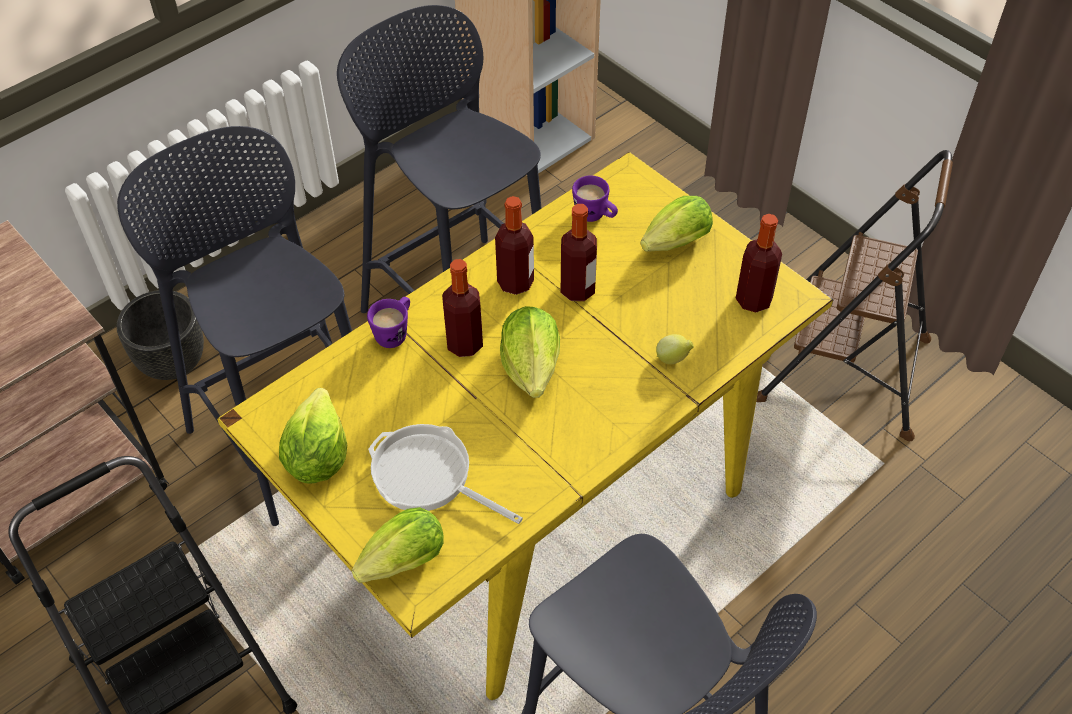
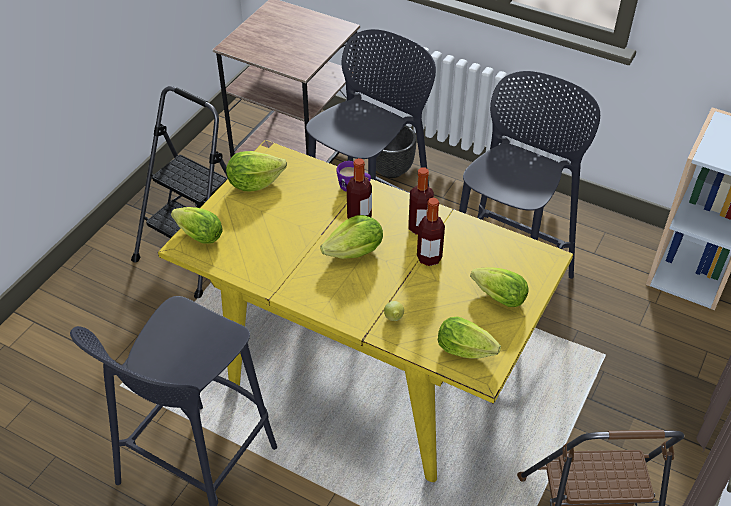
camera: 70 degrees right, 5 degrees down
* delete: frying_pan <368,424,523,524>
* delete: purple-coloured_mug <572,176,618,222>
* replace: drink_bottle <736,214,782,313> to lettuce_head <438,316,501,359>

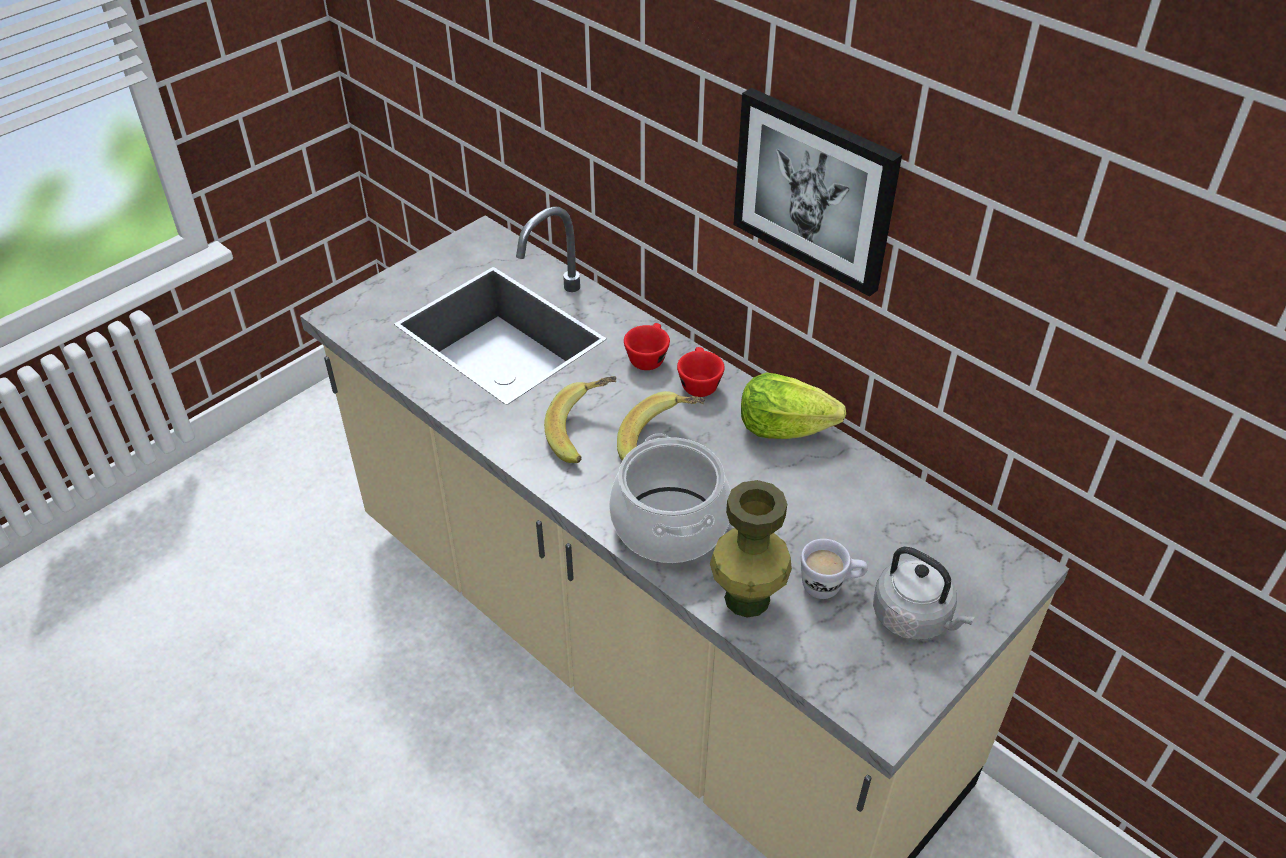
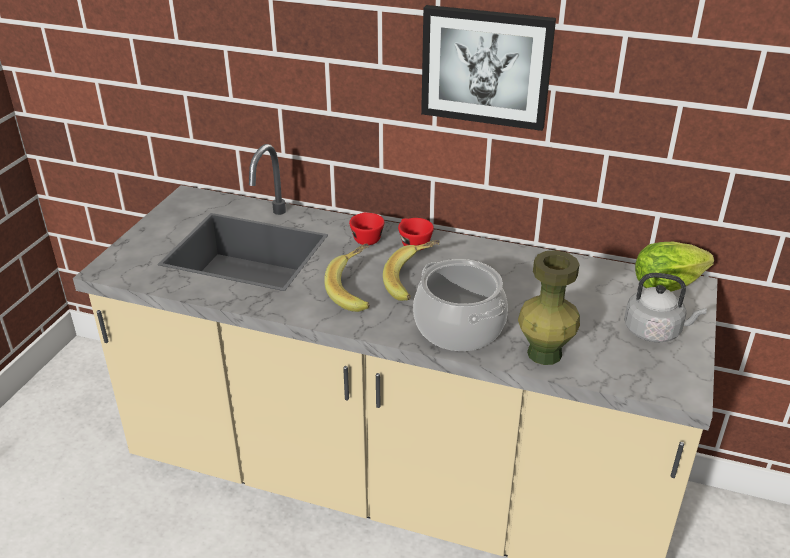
camera: 25 degrees left, 10 degrees down
* delete: whitish_mug <801,539,868,599>
* move: lettuce_head <741,373,846,439> to <635,242,714,292>

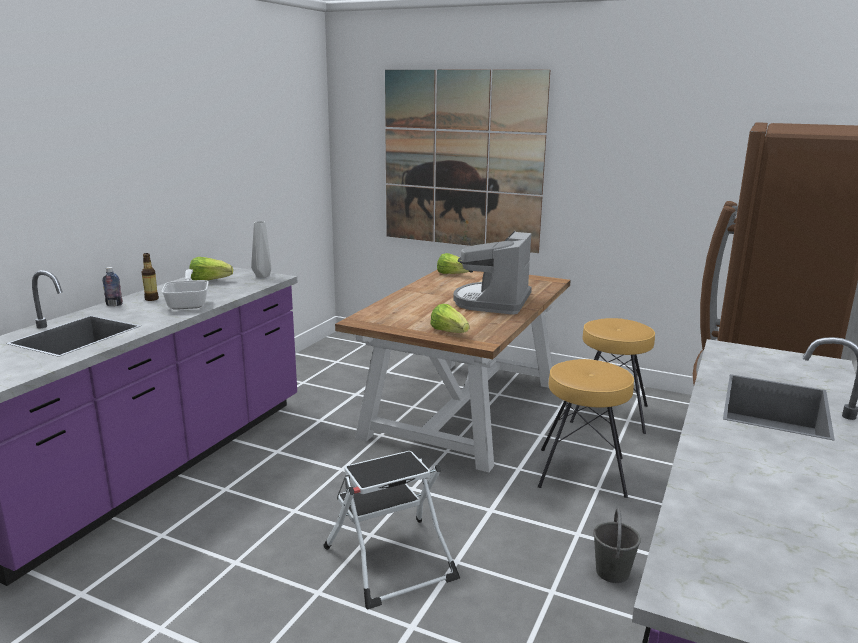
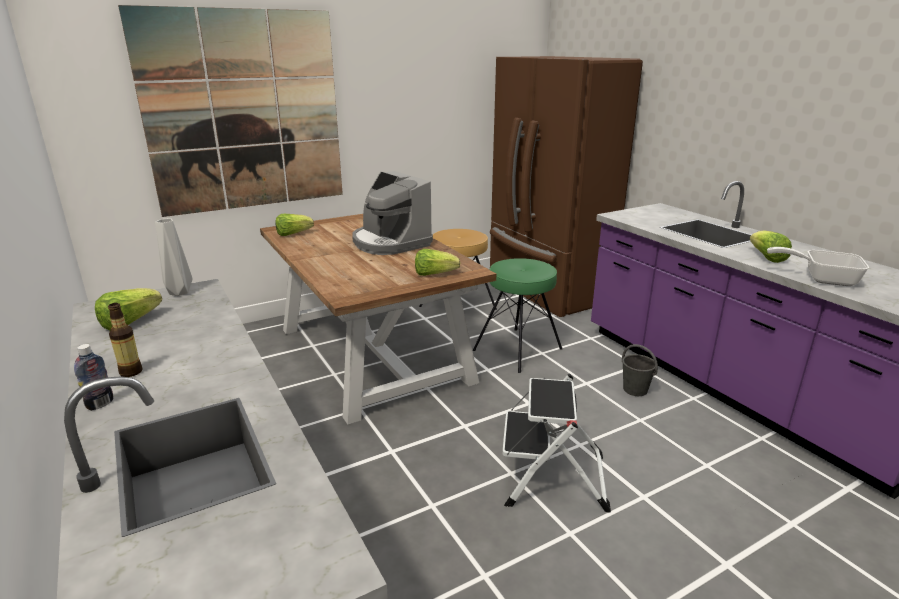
camera: 55 degrees left, 5 degrees up
* insert: lettuce_head <750,230,792,263>
* move: frying_pan <162,269,209,310> to <767,247,869,286>
* recolor: brown_stool <538,359,634,498> to green_stool <473,258,562,373>

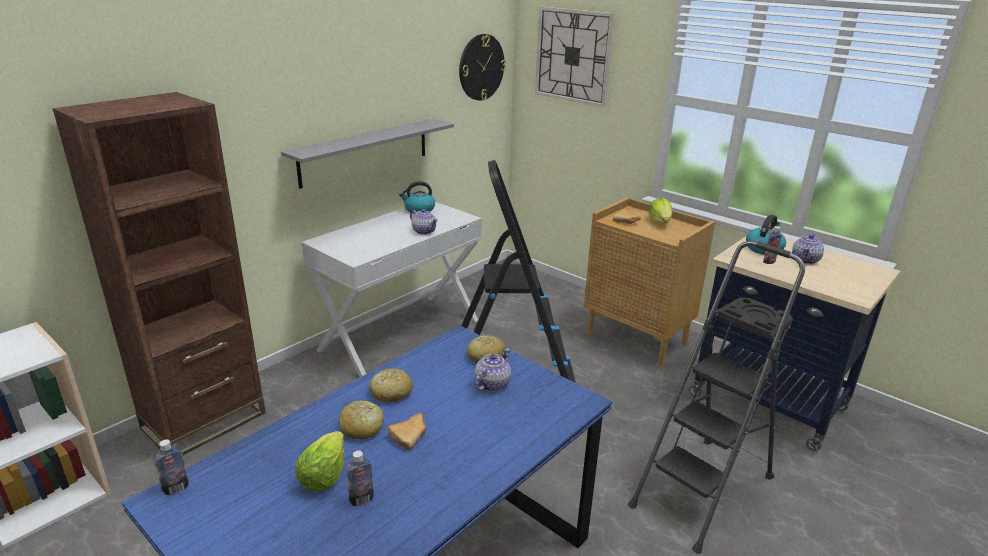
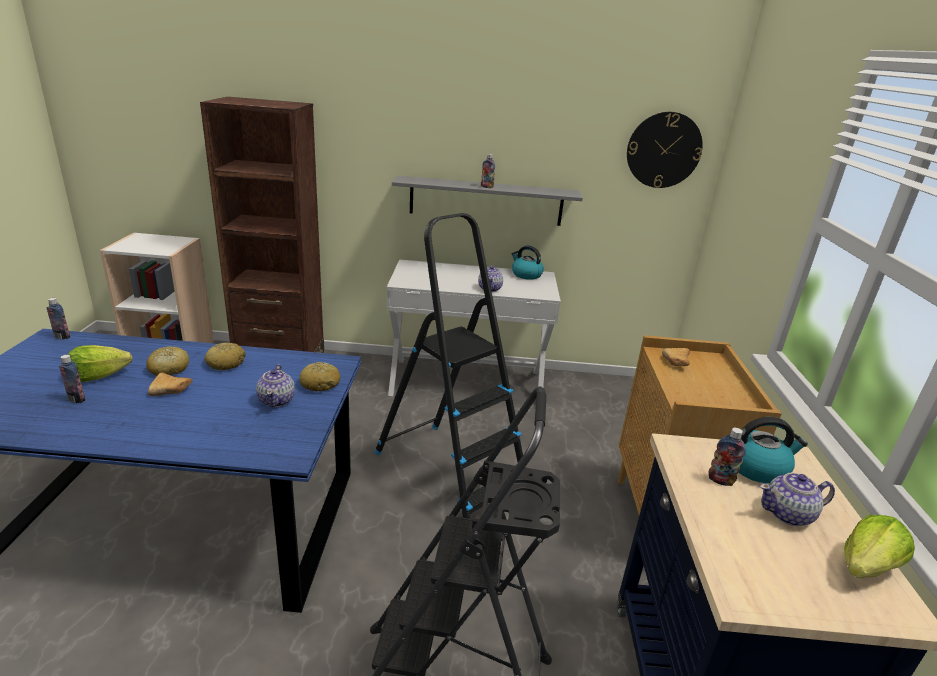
camera: 50 degrees right, 0 degrees up
* delete: hanging_clock <535,7,615,107>
* insert: drink_bottle <481,154,495,188>
* move: lettuce_head <649,197,672,223> to <844,515,915,578>
* rotate: tea_pot <474,348,511,391> = <256,365,295,407> 90 degrees clockwise

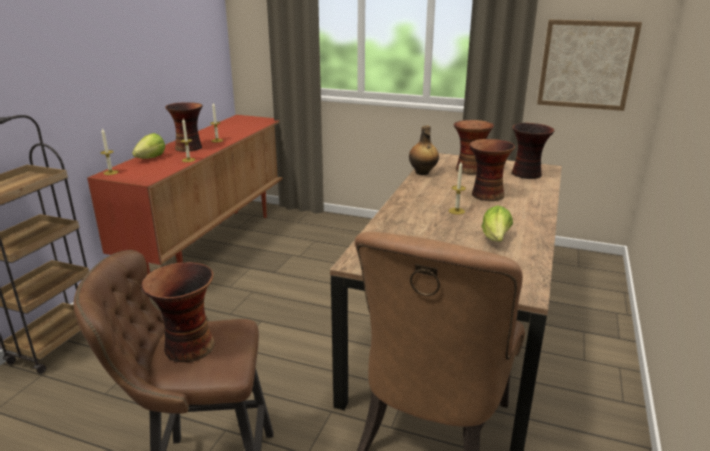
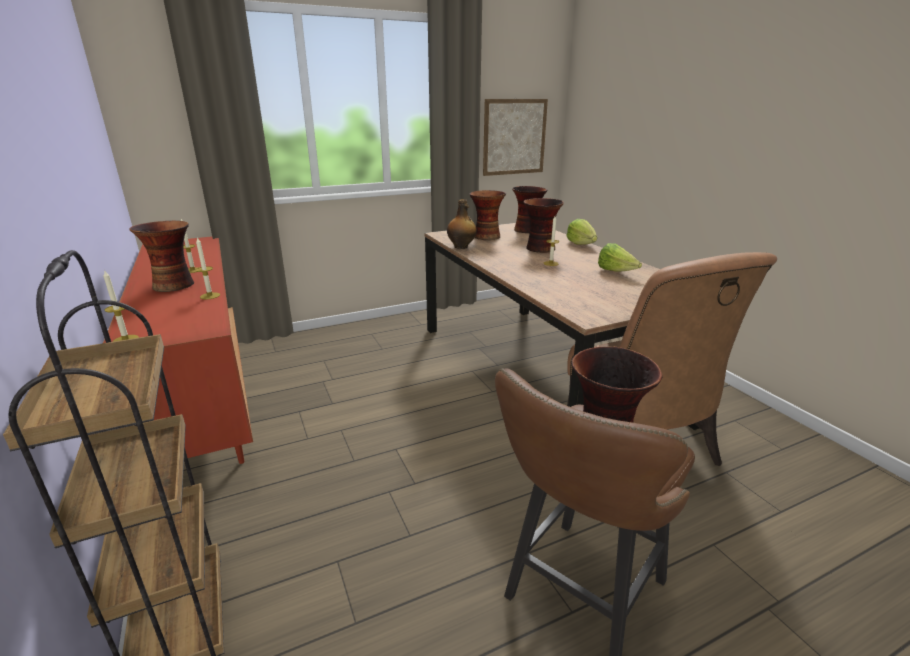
camera: 45 degrees left, 0 degrees up
* move: lettuce_head <132,133,165,159> to <566,219,597,245>

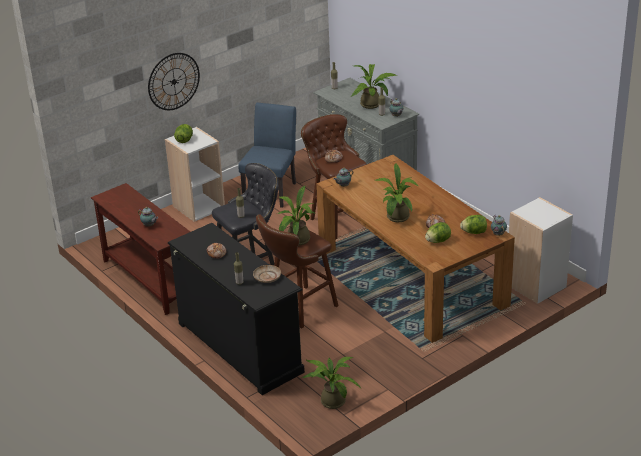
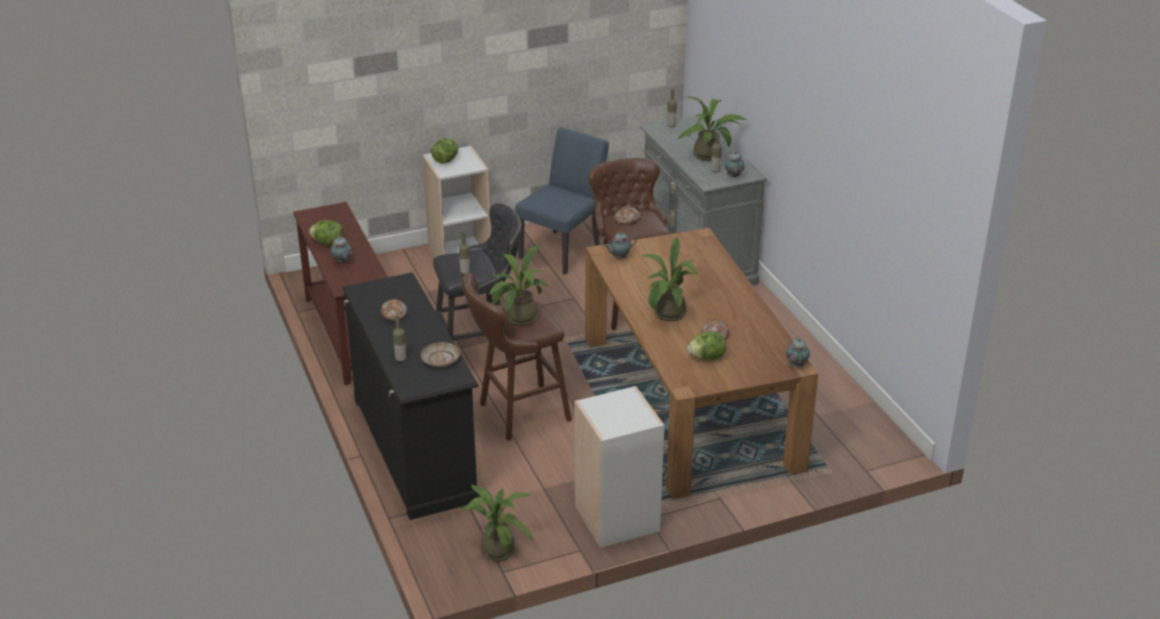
camera: 15 degrees right, 0 degrees up
* delete: hanging_clock <148,53,200,110>
* move: lettuce_head <460,215,487,234> to <309,220,343,245>
* move: bookshelf <509,197,573,304> to <575,386,664,548>

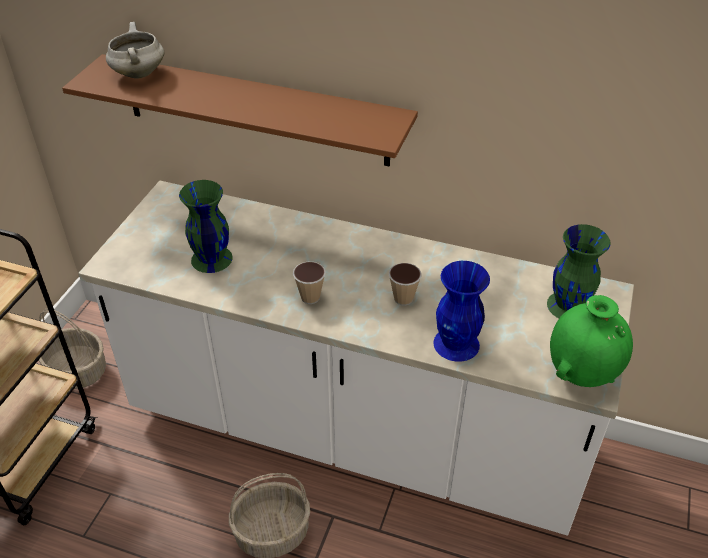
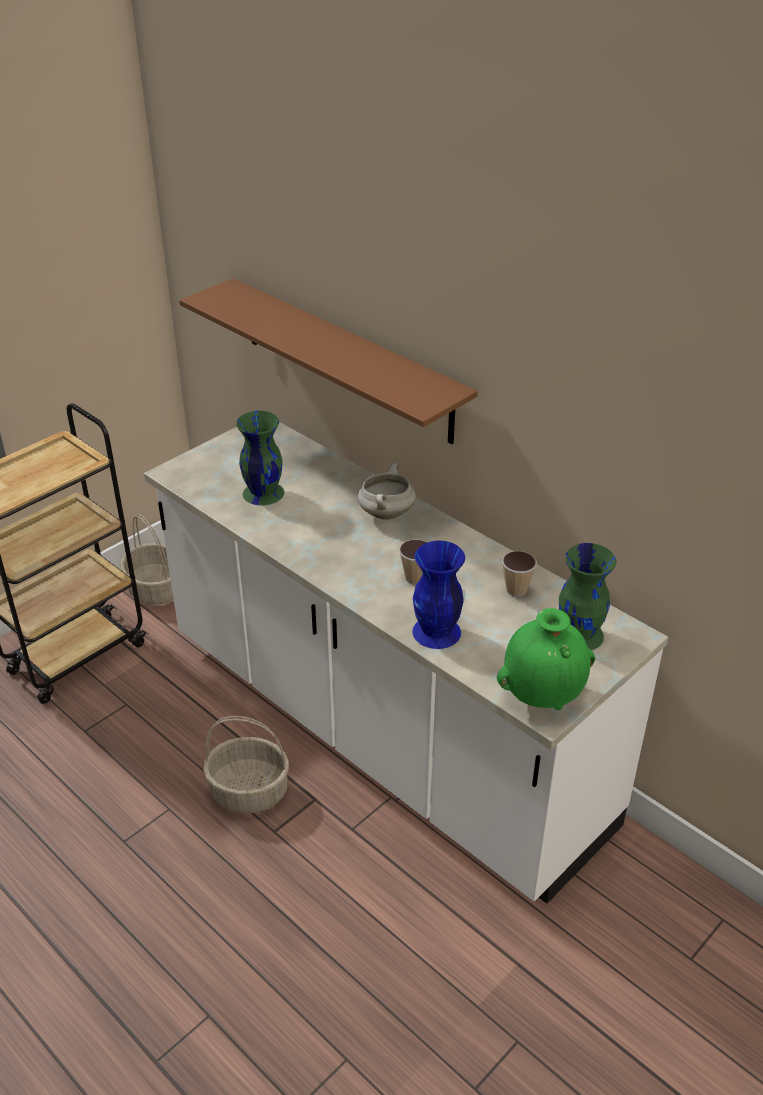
camera: 25 degrees right, 5 degrees down
* move: whitish_stockpot <106,22,164,79> to <358,462,416,520>
* move: small_cup <293,262,326,304> to <502,551,537,597>

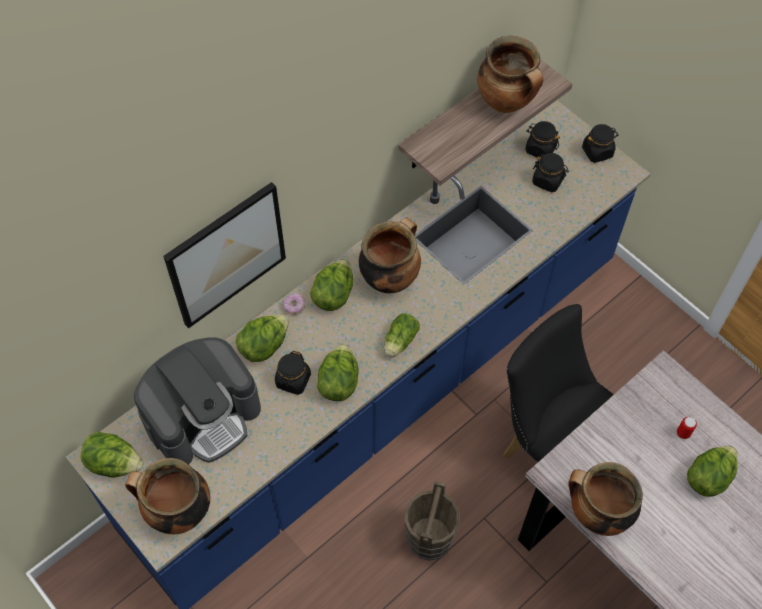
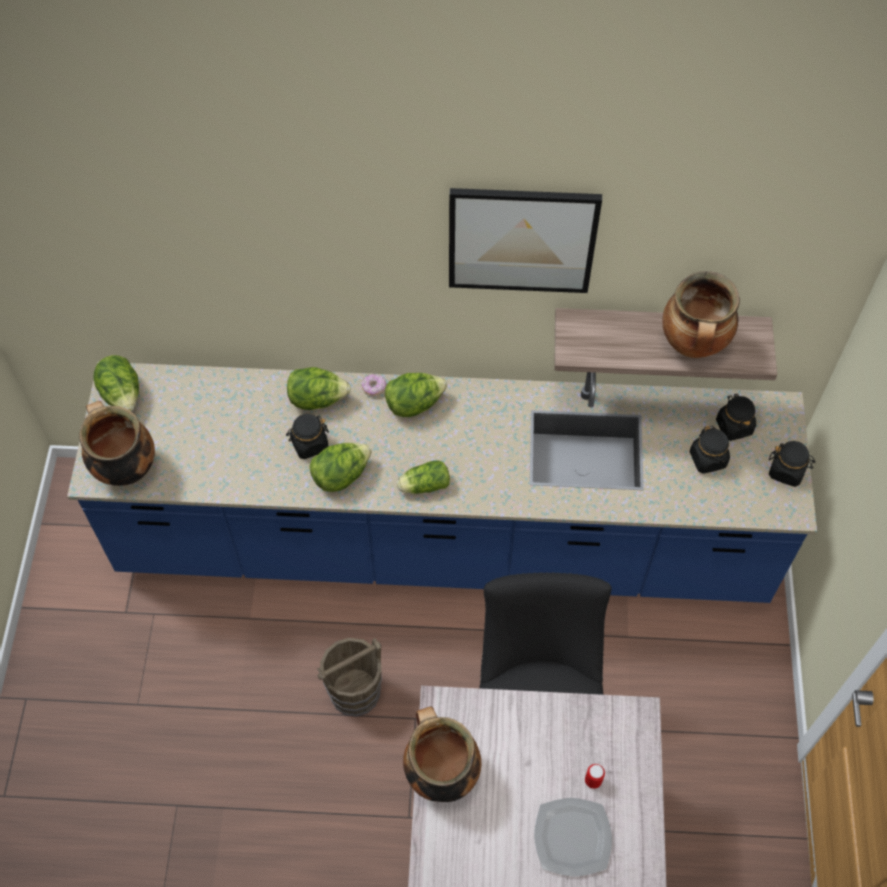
camera: 45 degrees right, 0 degrees up
* delete: coffee_machine <134,337,261,465>
* delete: stockpot <358,217,421,293>
* move: wall_picture <163,182,286,328> to <449,188,602,293>
* replace: lettuce_head <687,446,738,497> to plate <534,798,612,877>

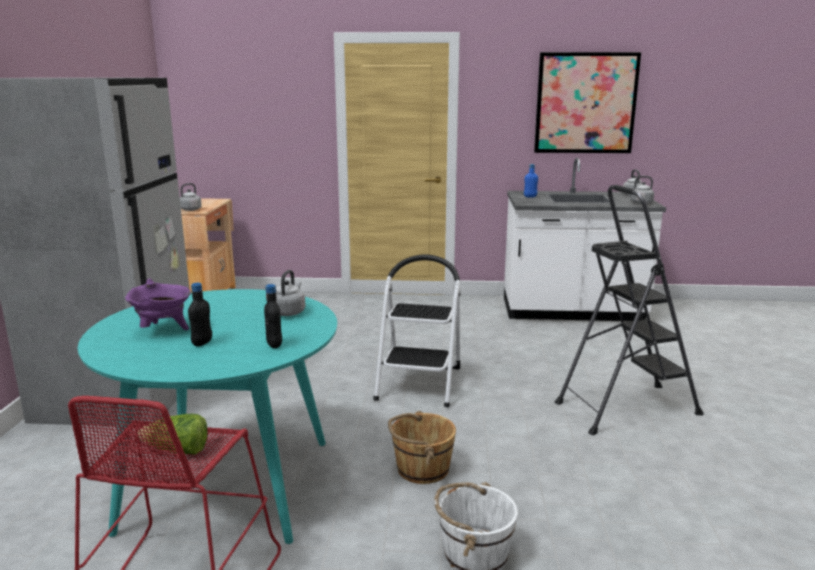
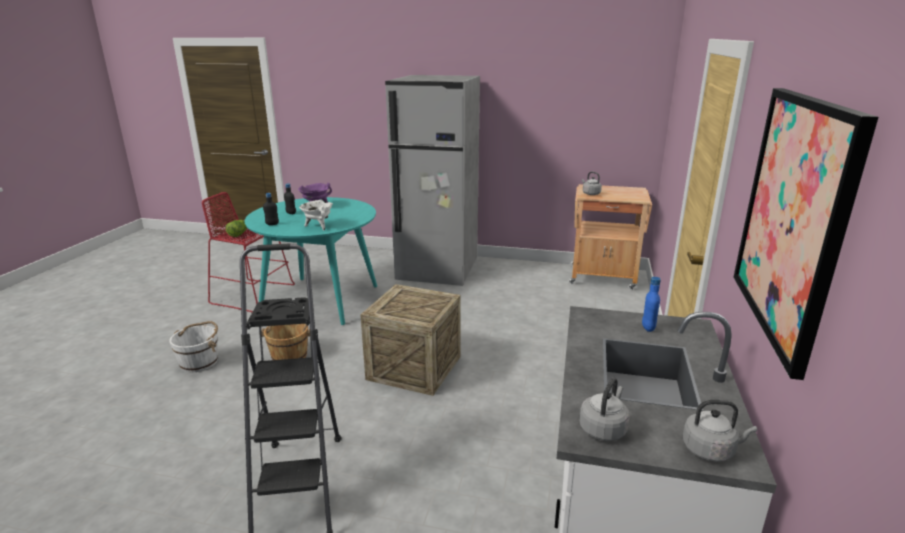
camera: 100 degrees right, 5 degrees up
* replace: gray_kettle <276,270,306,316> to whitish_stockpot <299,200,333,230>
* replace: stepladder <373,254,461,407> to packing_crate <360,284,461,396>

